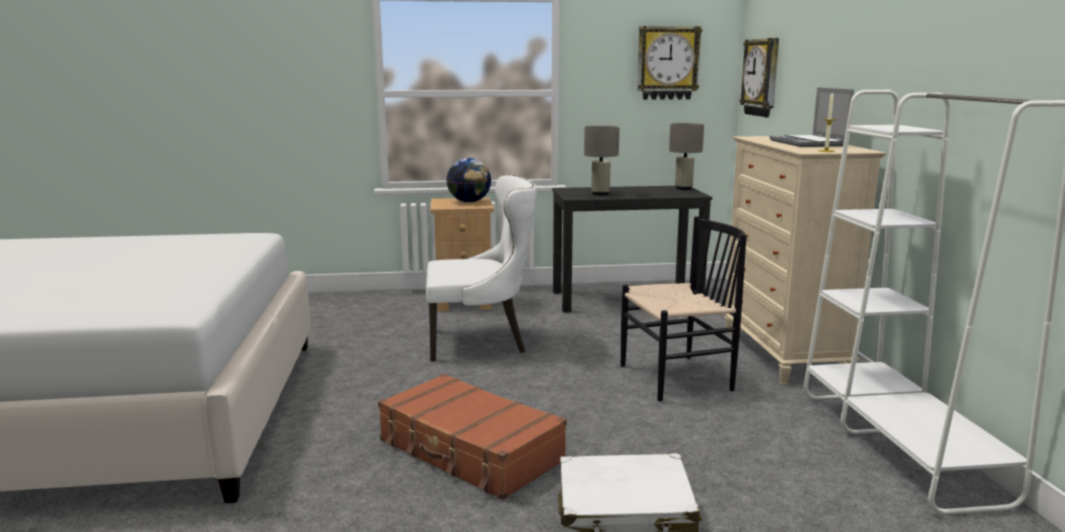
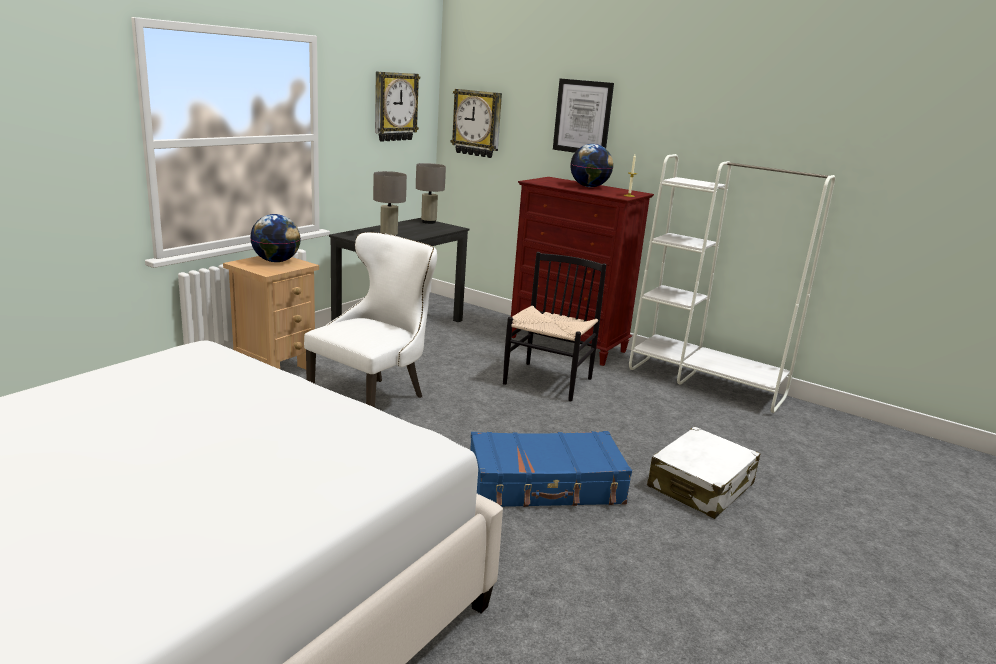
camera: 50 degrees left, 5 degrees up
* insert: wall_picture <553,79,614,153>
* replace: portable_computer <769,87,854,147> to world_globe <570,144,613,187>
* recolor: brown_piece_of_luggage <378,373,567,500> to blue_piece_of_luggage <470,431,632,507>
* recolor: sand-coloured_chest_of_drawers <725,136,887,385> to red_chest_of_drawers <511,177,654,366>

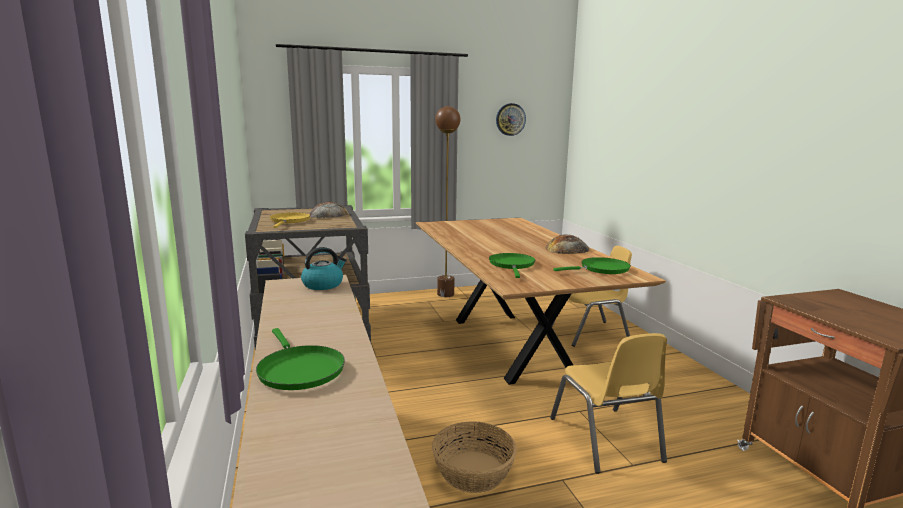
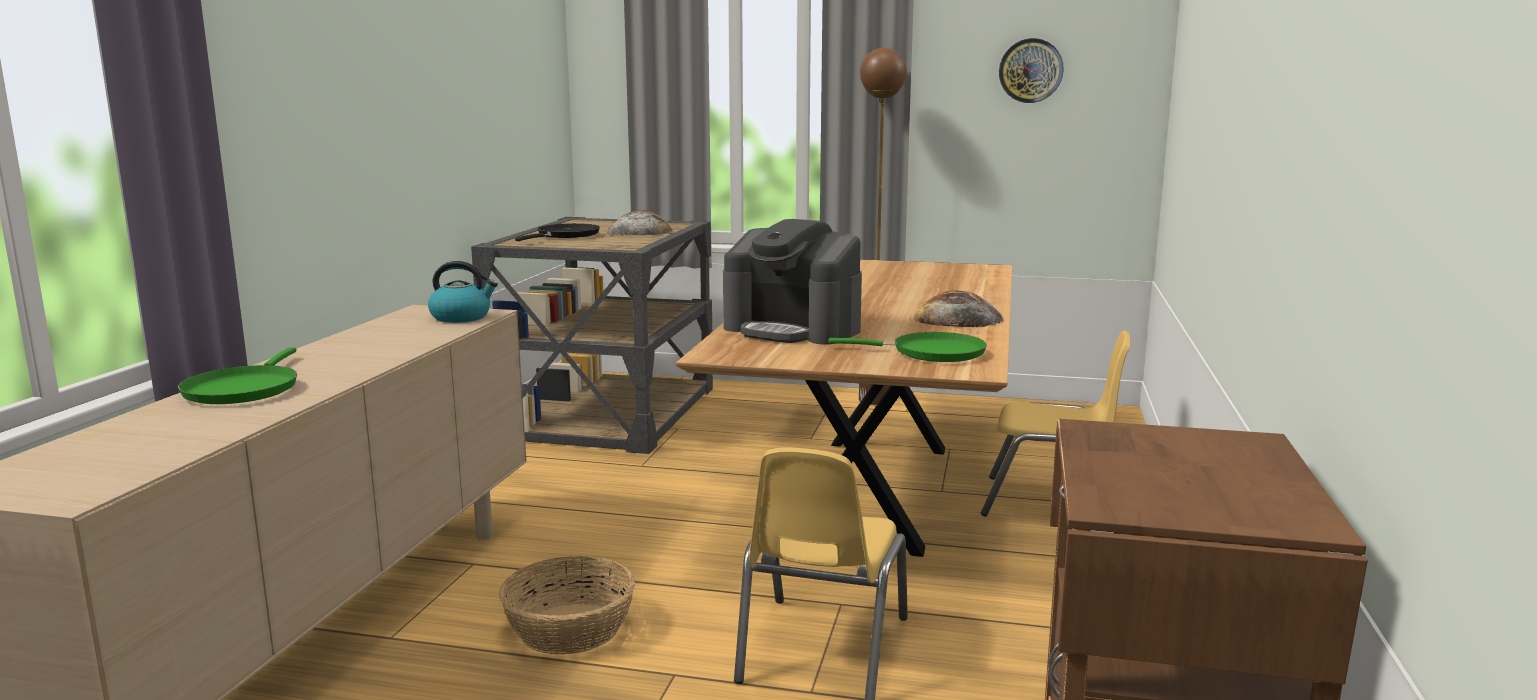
camera: 30 degrees right, 0 degrees up
* replace: green_frying_pan <489,253,535,278> to coffee_machine <723,219,862,344>
* recolor: yellow_frying_pan <270,213,310,228> to black_frying_pan <515,223,600,241>

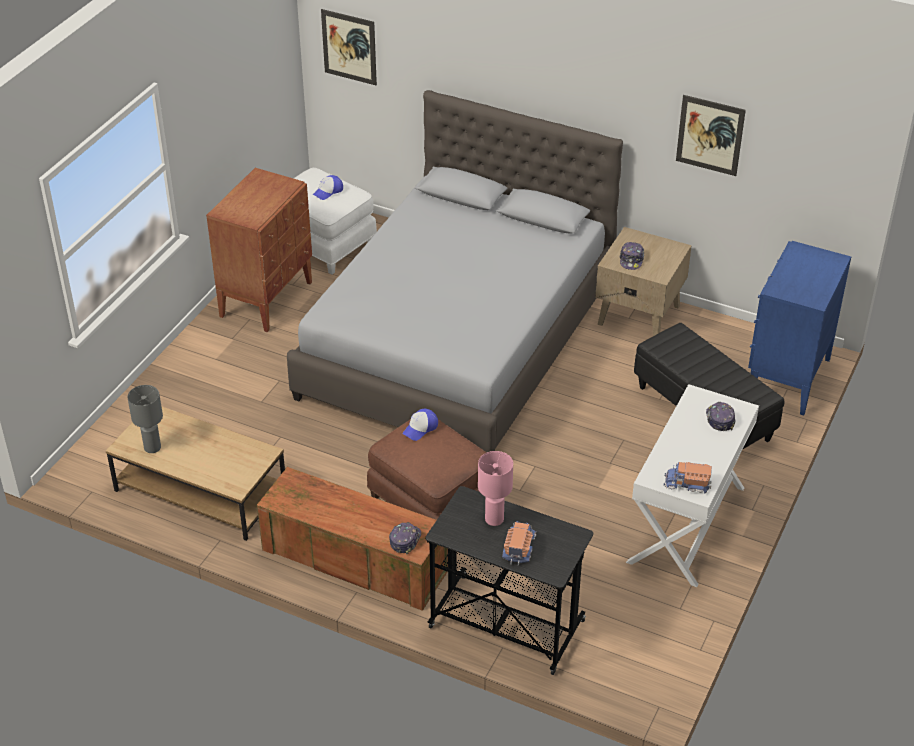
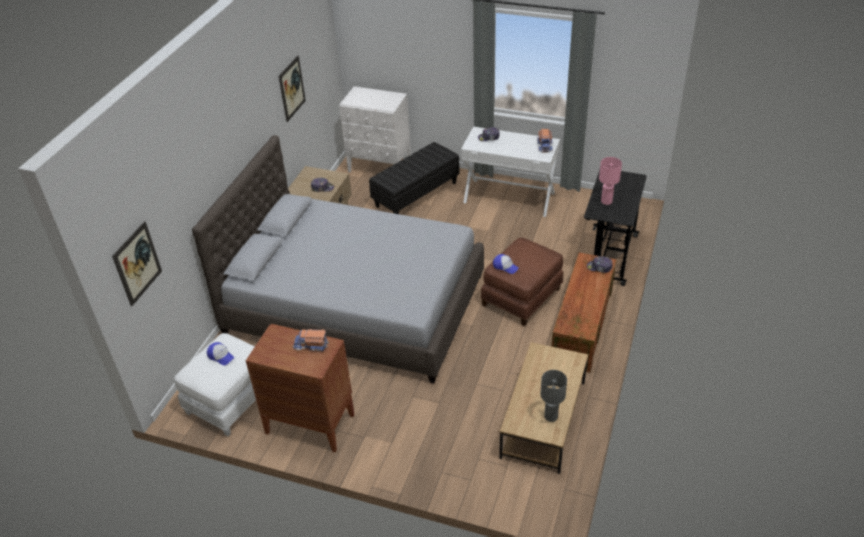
camera: 95 degrees left, 0 degrees up
* move: toy_truck <502,521,536,566> to <293,329,329,352>
* recolor: blue_chest_of_drawers <748,241,851,416> to whitish_chest_of_drawers <339,86,411,172>

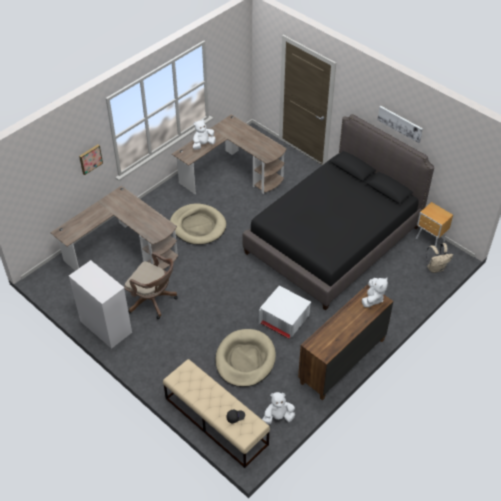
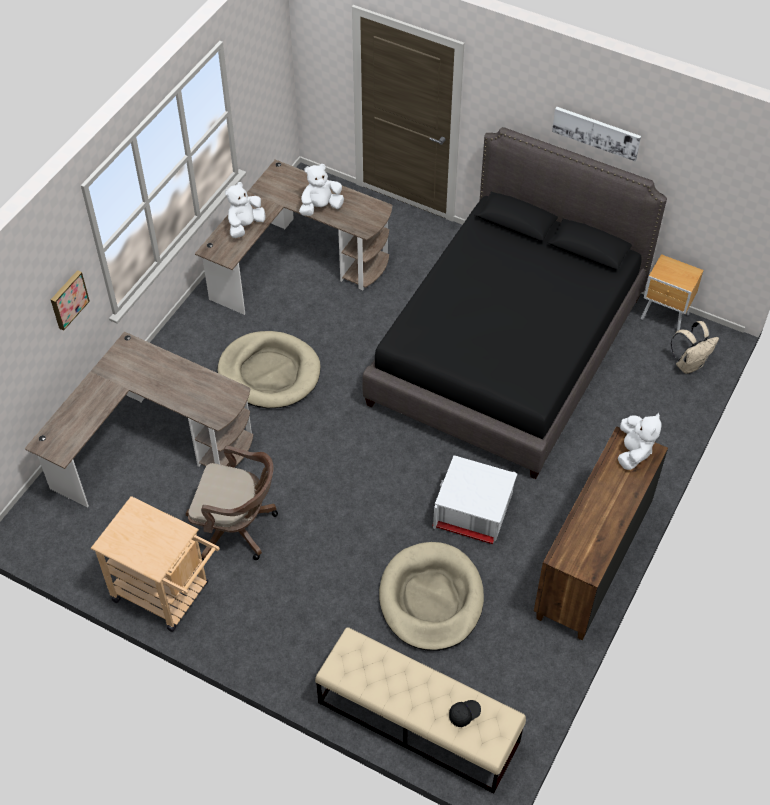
camera: 15 degrees left, 5 degrees up
* move: whitish_cuddly_toy <262,392,295,425> to <299,164,344,216>
* replace: whitish_chest_of_drawers <69,260,132,349> to sand-coloured_wheeled_cart <91,496,220,632>

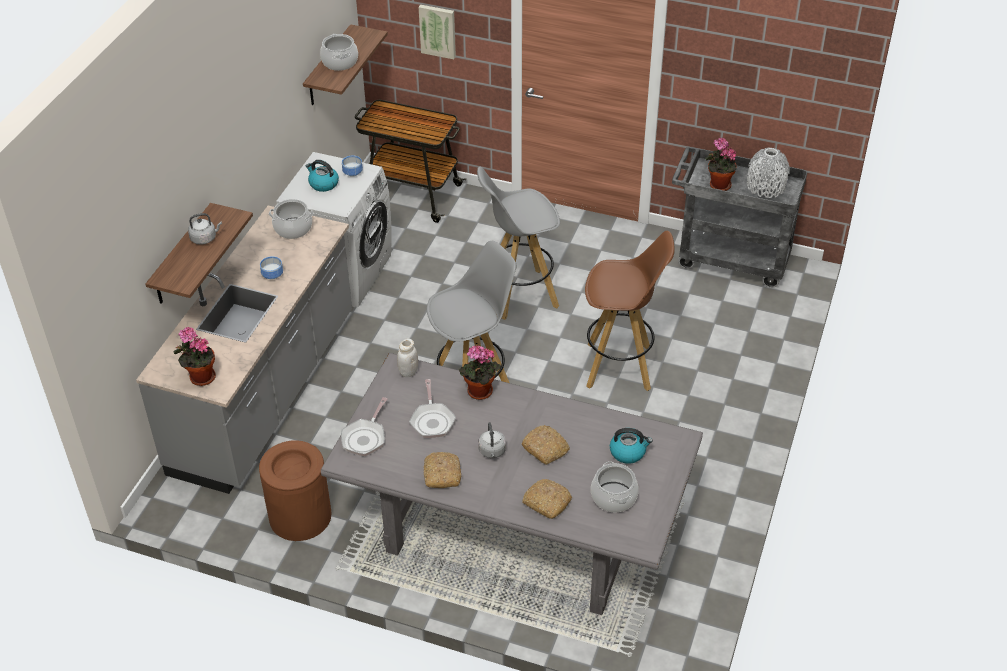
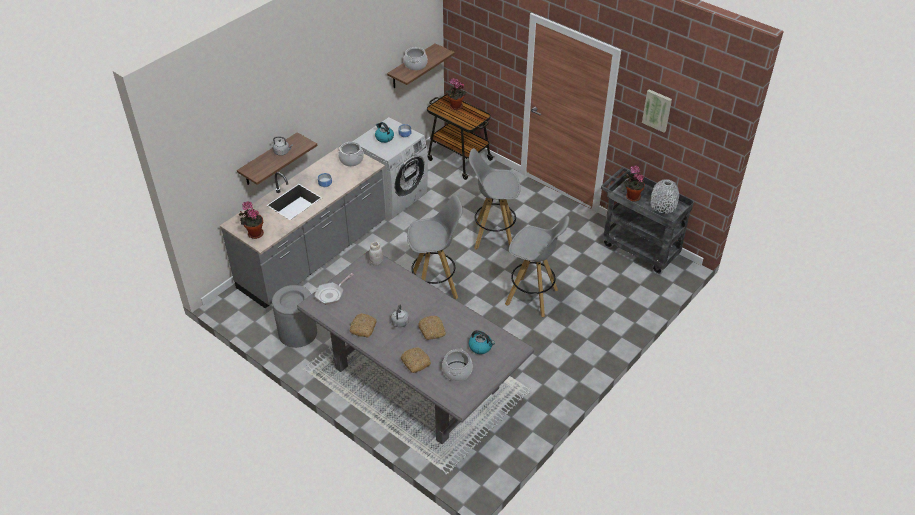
camera: 20 degrees right, 0 degrees up
* delete: frying_pan <409,379,456,438>
* move: wall_picture <419,5,456,59> to <642,89,672,133>
* move: plant_in_a_pot <458,346,501,400> to <446,78,467,110>
* recolor: brown_trash_can <259,440,331,541> to gray_trash_can <272,285,317,348>
* recolor: brown_stool <585,231,675,391> to gray_stool <505,216,570,317>

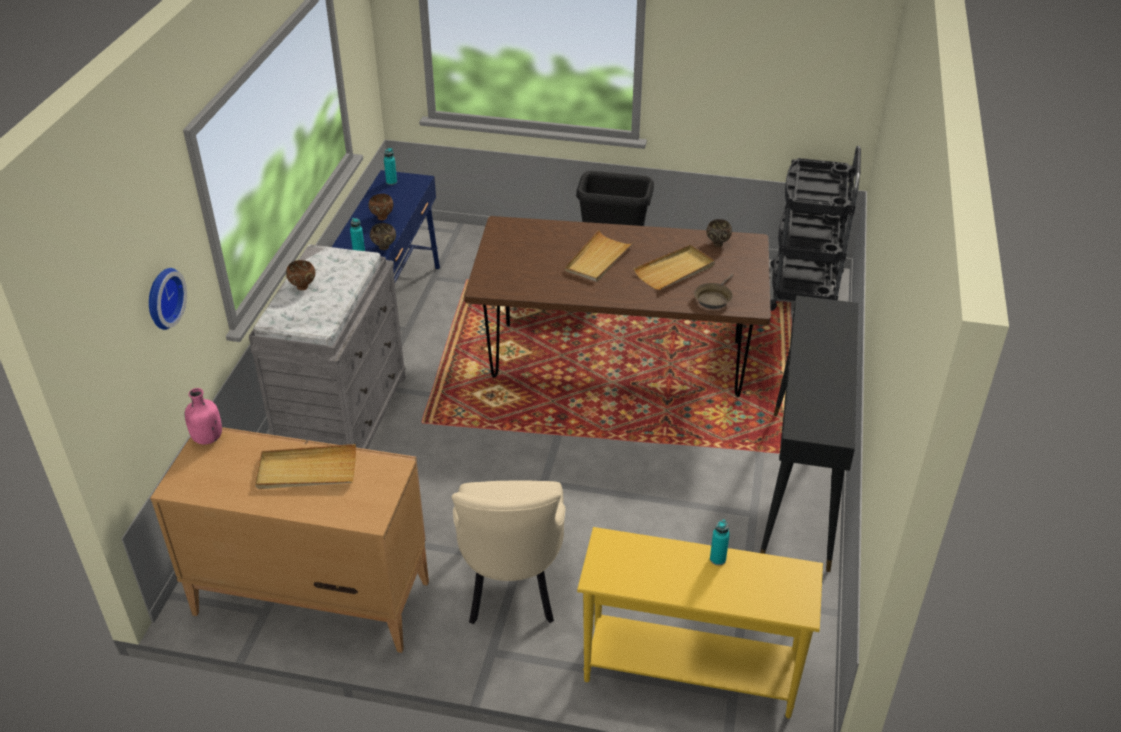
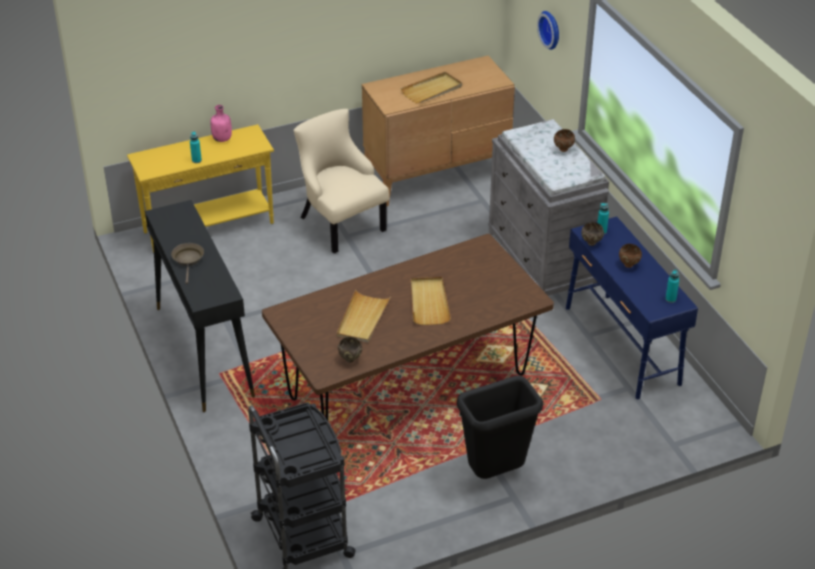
camera: 145 degrees right, 0 degrees up
* move: pink_drink_bottle <184,388,222,444> to <210,105,232,142>
* move: brown_frying_pan <694,273,734,309> to <171,243,204,284>

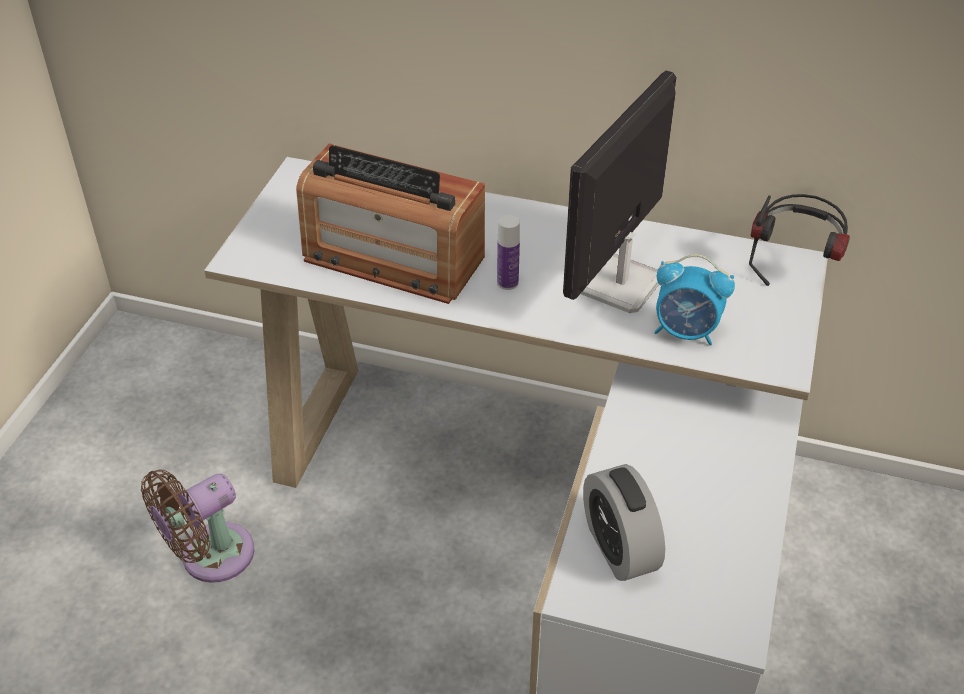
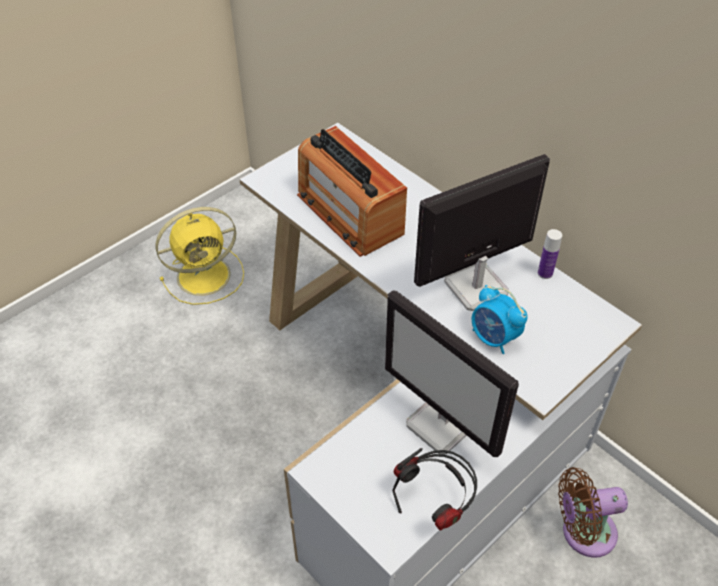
camera: 30 degrees right, 5 degrees up
* delete: bedside_clock <583,464,665,581>
* insert: yellow_electric_fan <156,207,244,305>
* insert: computer_screen <385,290,519,457>
* move: brown_electric_fan <141,469,255,583> to <558,467,628,558>
* move: drink_bottle <497,215,520,290> to <538,229,562,279>
* move: headset <749,194,850,286> to <392,448,477,530>

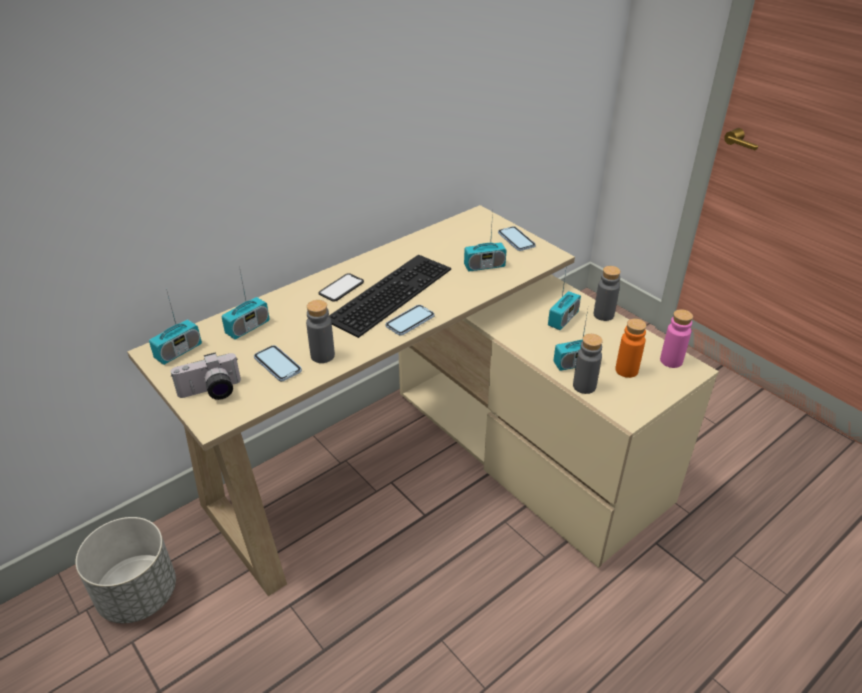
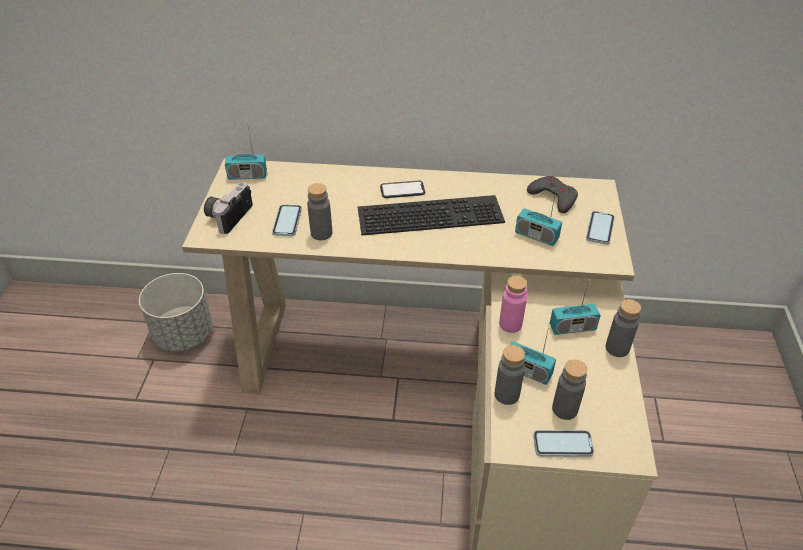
camera: 45 degrees right, 5 degrees up
* delete: radio_set <222,266,270,340>
* insert: gray_gamepad <527,176,578,213>
* move: phone <386,305,434,336> to <533,430,594,457>
* move: pink_drink_bottle <660,309,693,368> to <499,276,527,333>
* recolor: orange_drink_bottle <615,319,647,378> to gray_drink_bottle <552,360,587,420>
* rotate: still_camera <171,352,241,400> = <204,182,253,234> 90 degrees clockwise

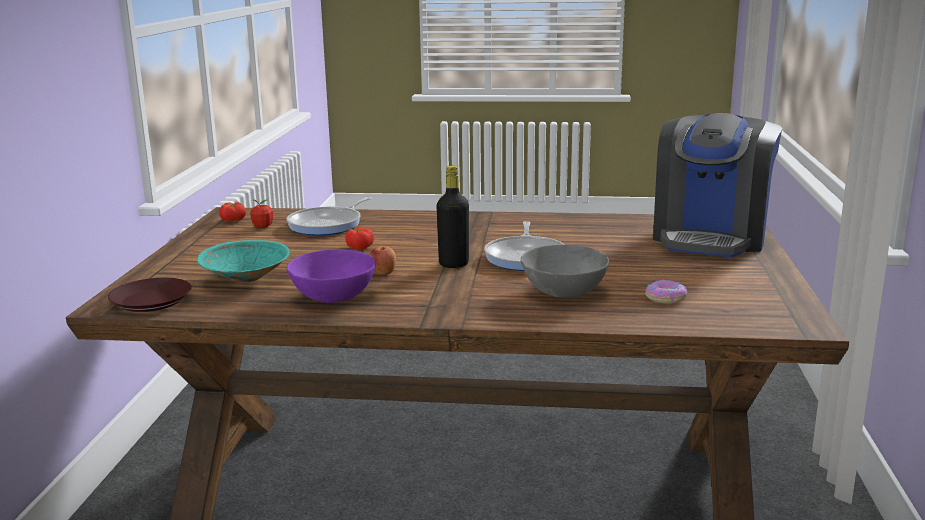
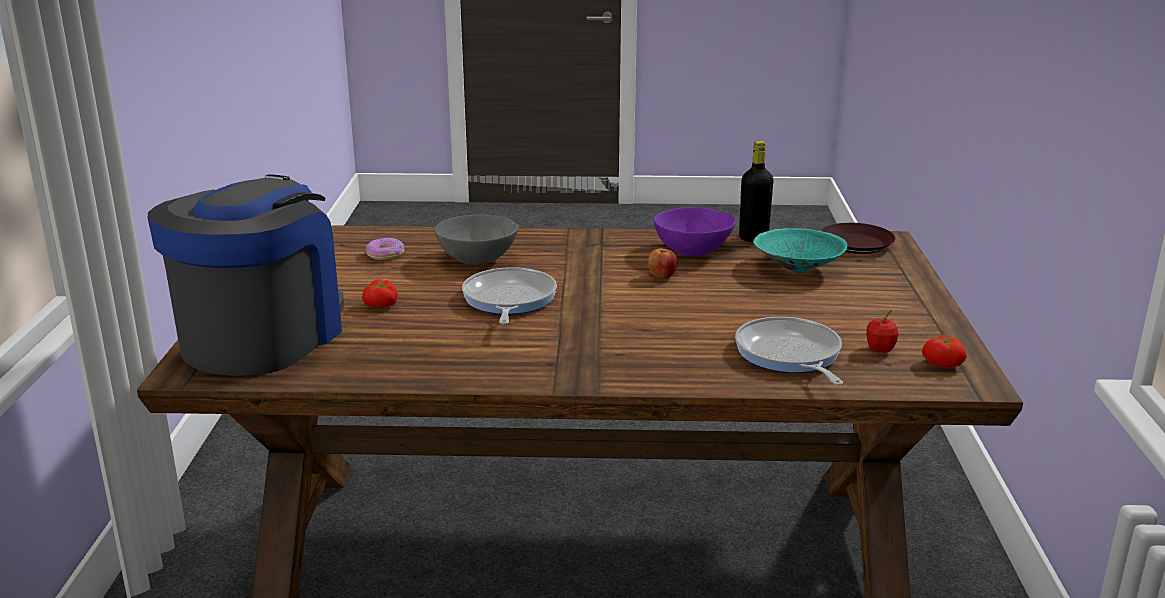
camera: 175 degrees right, 5 degrees up
* move: whole_tomato <345,227,374,250> to <362,279,398,308>
* move: black_drink_bottle <437,166,469,268> to <739,141,774,242>
* rotate: frying_pan <287,197,372,235> = <735,317,843,385> 45 degrees counterclockwise

